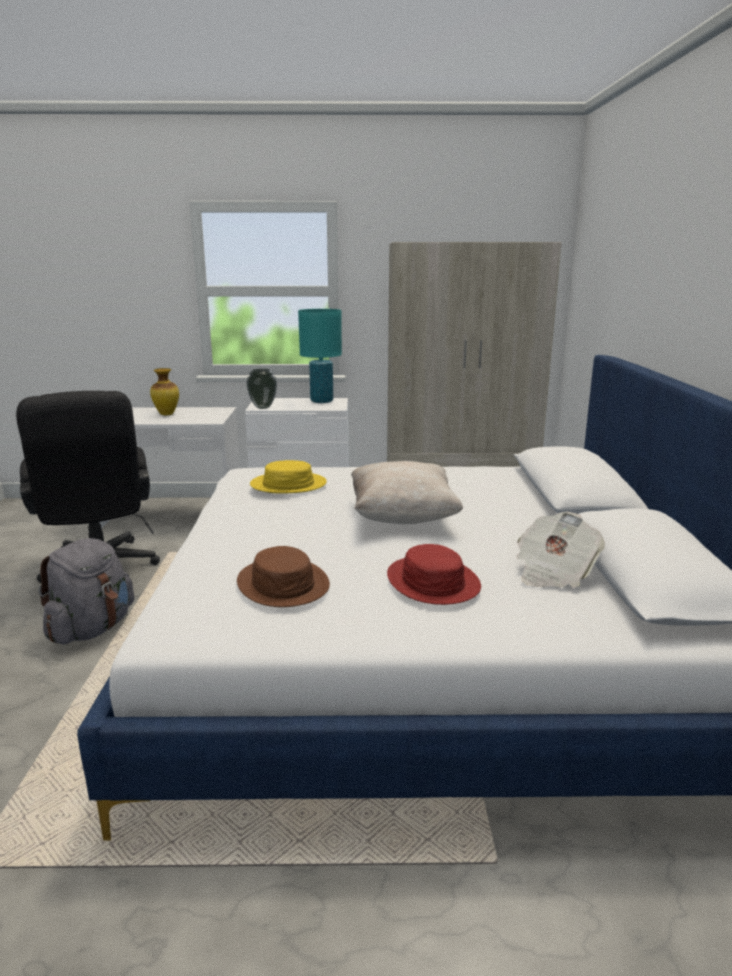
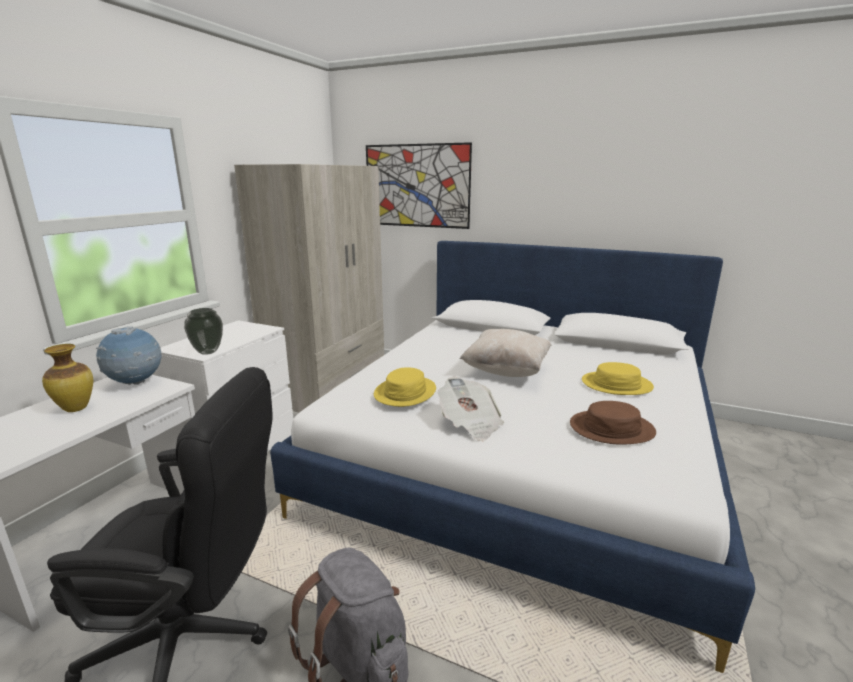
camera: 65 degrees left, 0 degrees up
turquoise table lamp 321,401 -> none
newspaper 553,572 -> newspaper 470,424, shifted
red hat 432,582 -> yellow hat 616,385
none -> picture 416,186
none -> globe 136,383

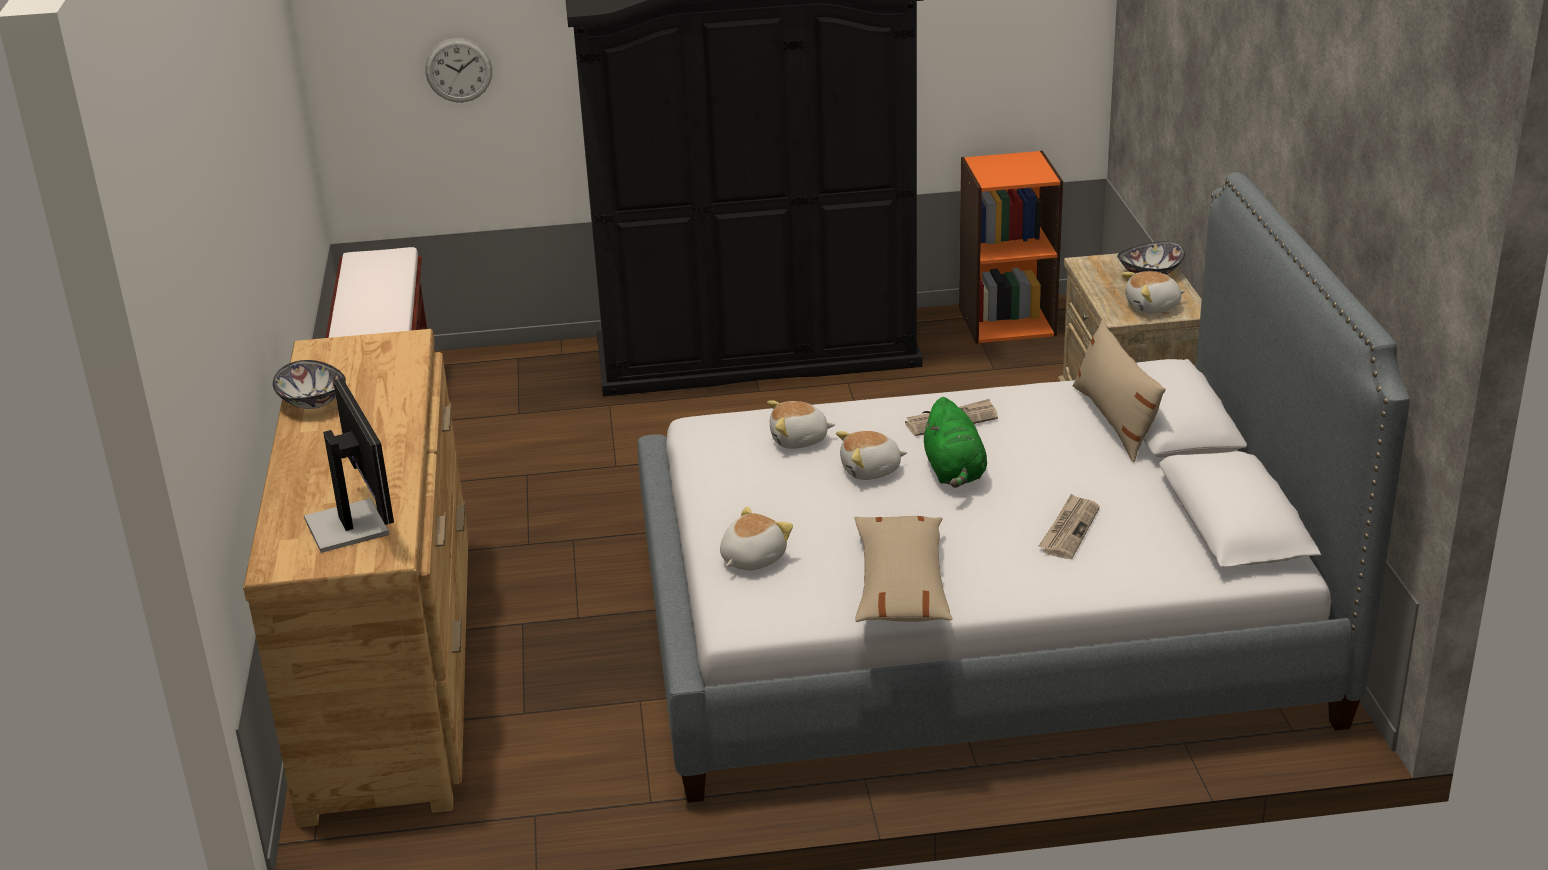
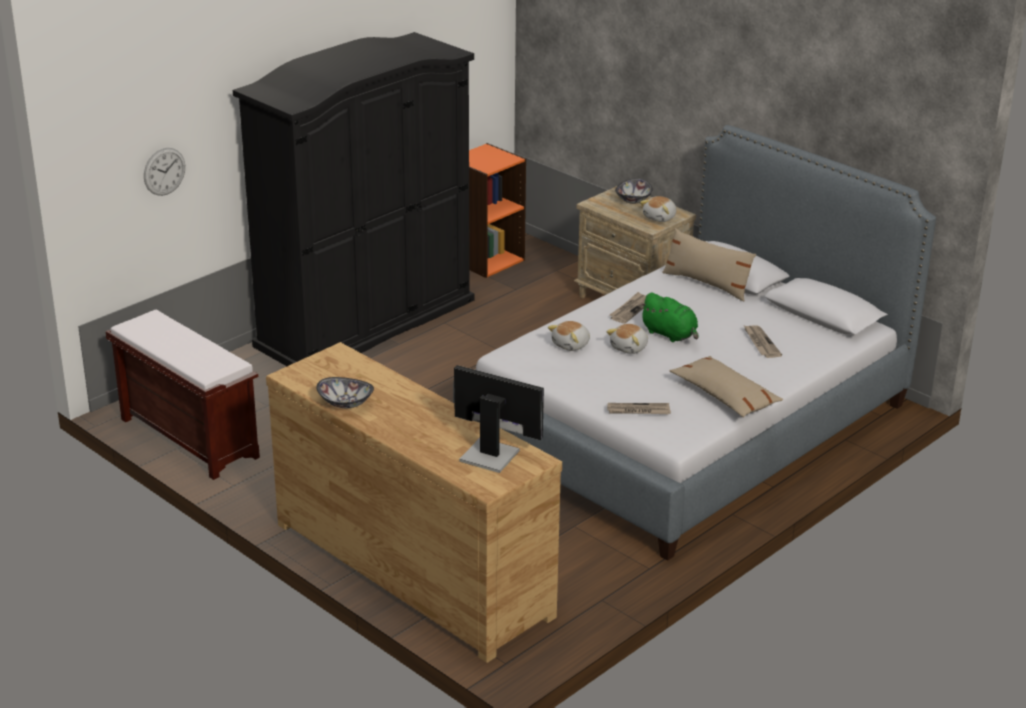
camera: 40 degrees left, 0 degrees up
plush toy 751,559 -> newspaper 638,411

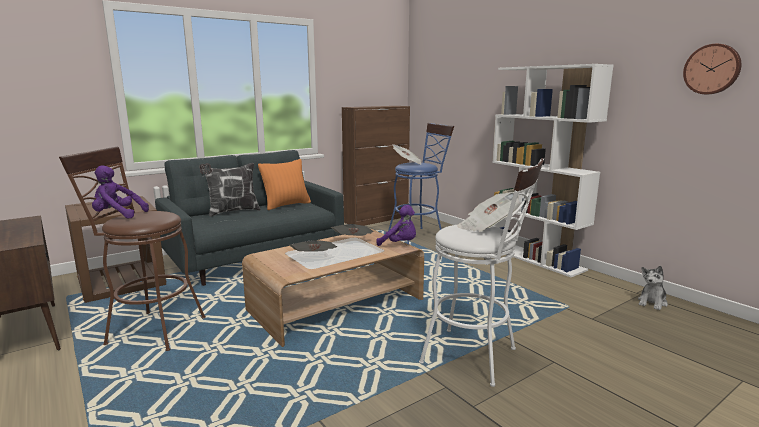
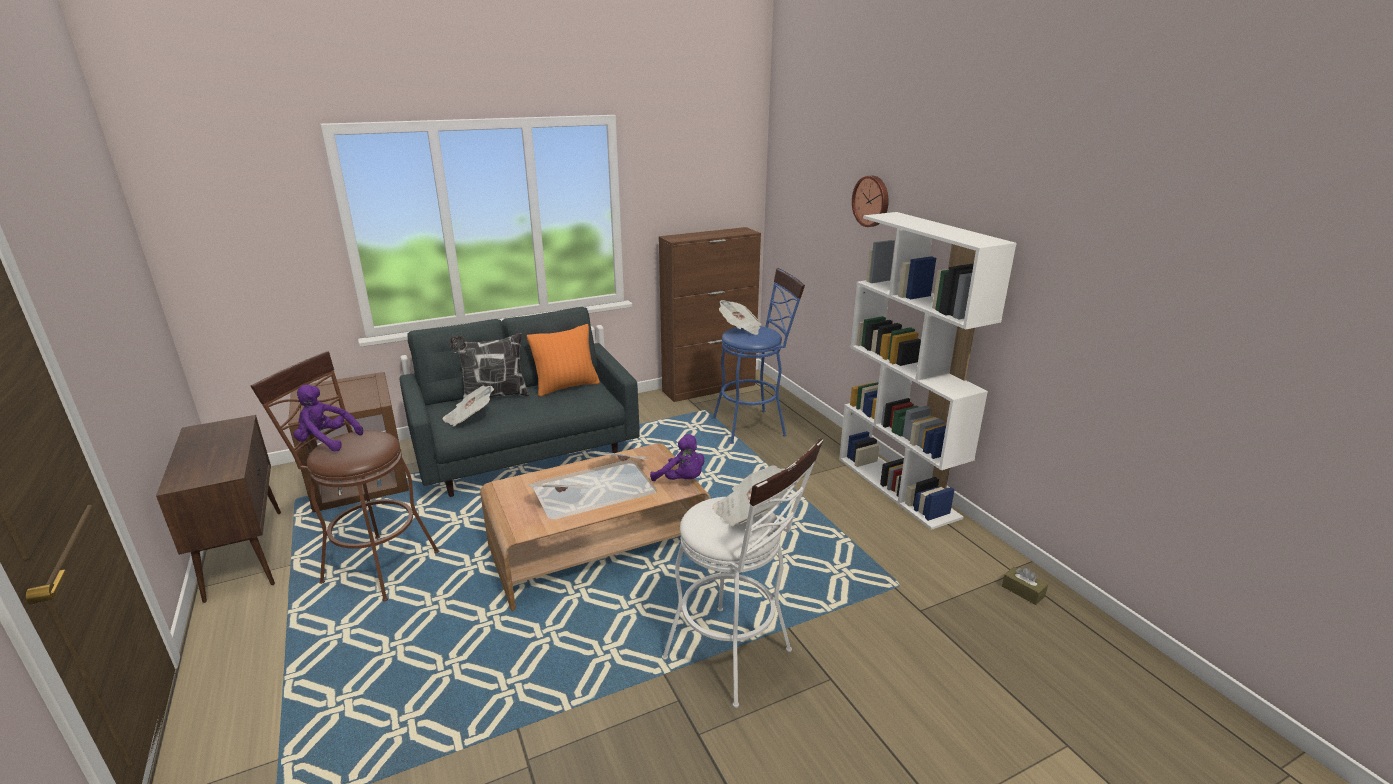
camera: 10 degrees right, 10 degrees up
wall clock 712,69 -> wall clock 872,201, shifted
plush toy 652,303 -> brown tissue box 1023,591
none -> newspaper 469,418

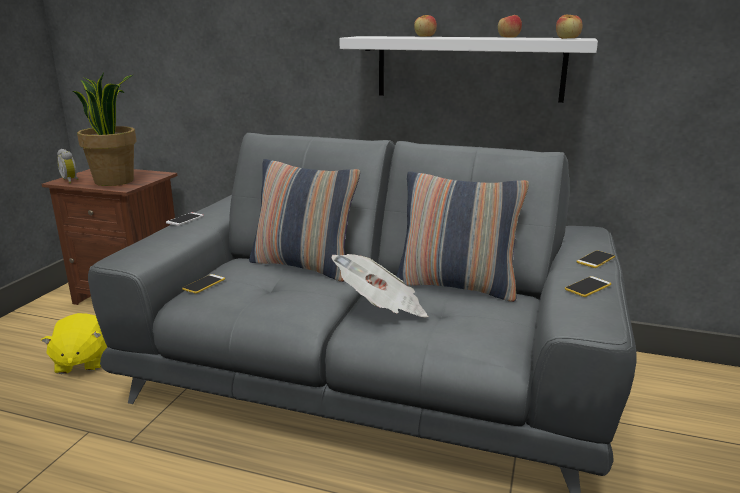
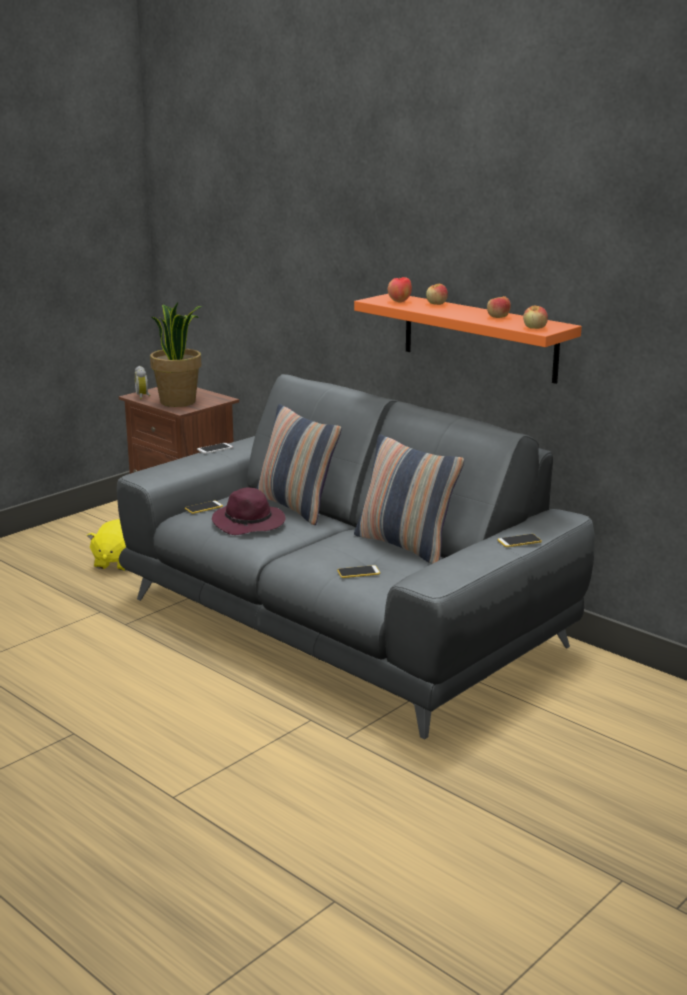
camera: 25 degrees right, 0 degrees up
white shelf 469,68 -> orange shelf 479,337
newspaper 381,308 -> none
phone 587,287 -> phone 358,572, shifted
none -> apple 399,301
none -> purple hat 249,523

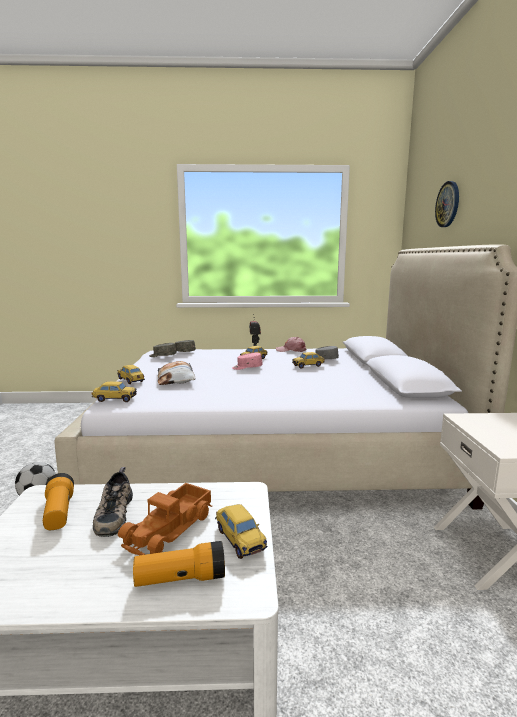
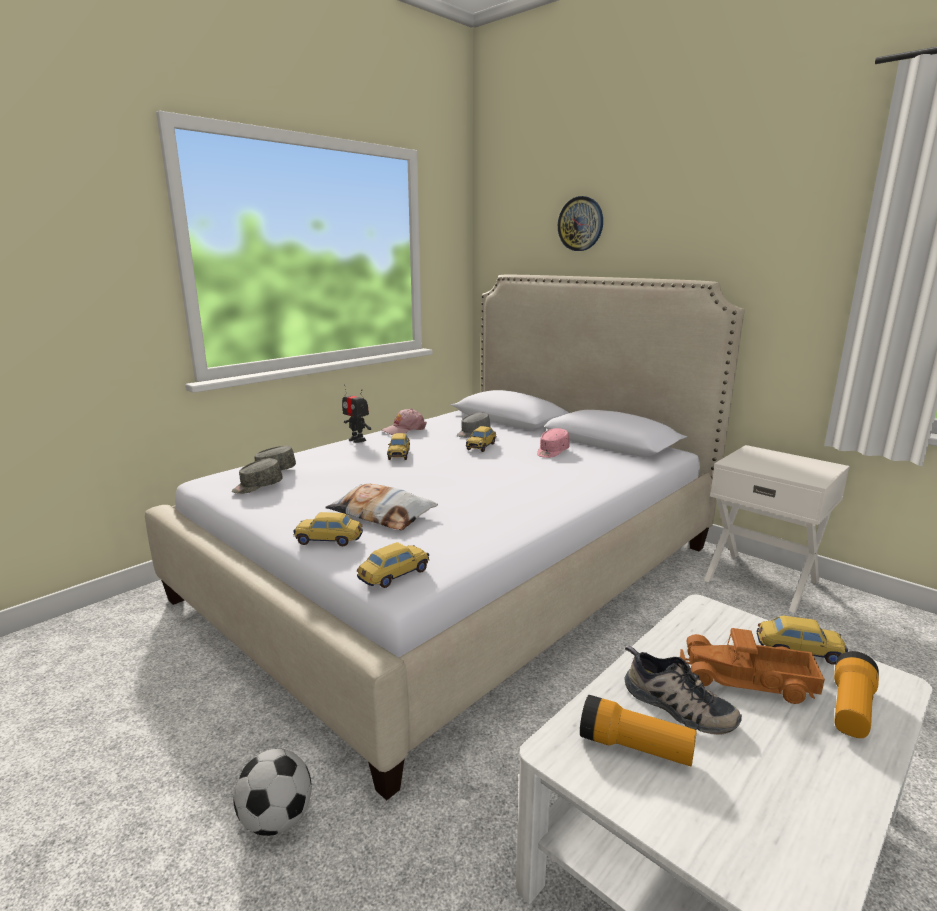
camera: 45 degrees left, 5 degrees up
pink cap 247,367 -> pink cap 552,452, shifted
toy truck 171,529 -> toy truck 747,680, 120 degrees clockwise

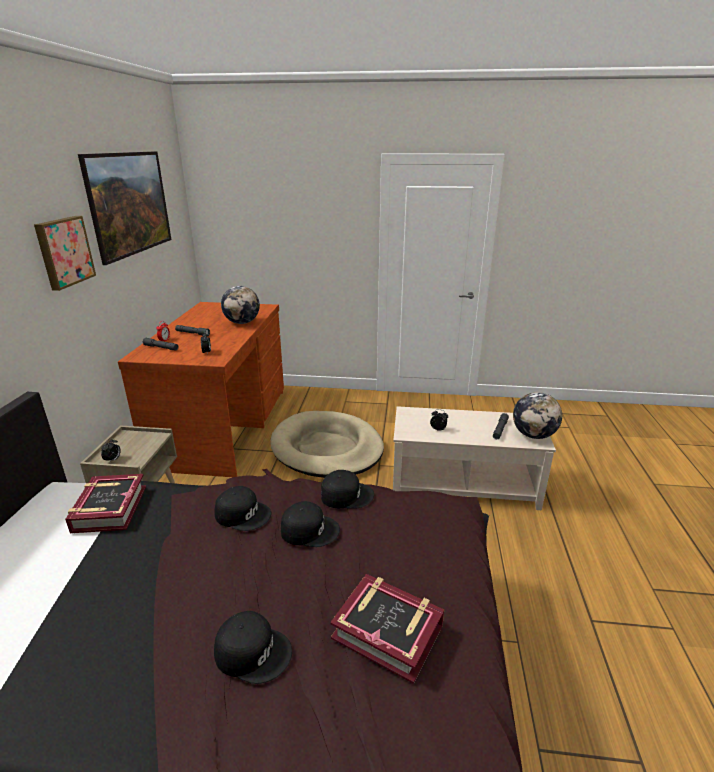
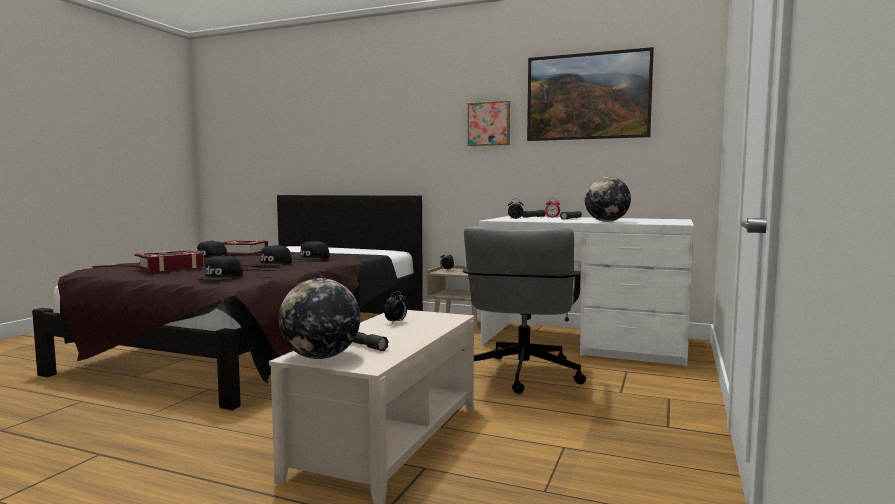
camera: 105 degrees right, 20 degrees down
brown desk 224,426 -> white desk 585,342
beige dog bed 327,448 -> grey office chair 522,378
black cap 346,494 -> black cap 221,277, shifted
book 109,509 -> book 242,252, shifted

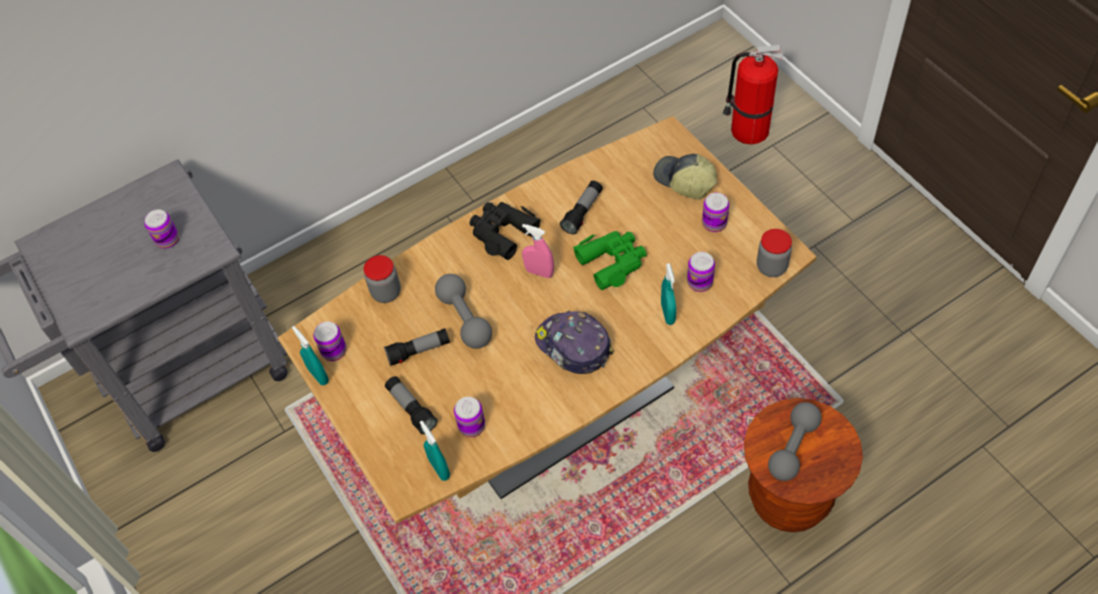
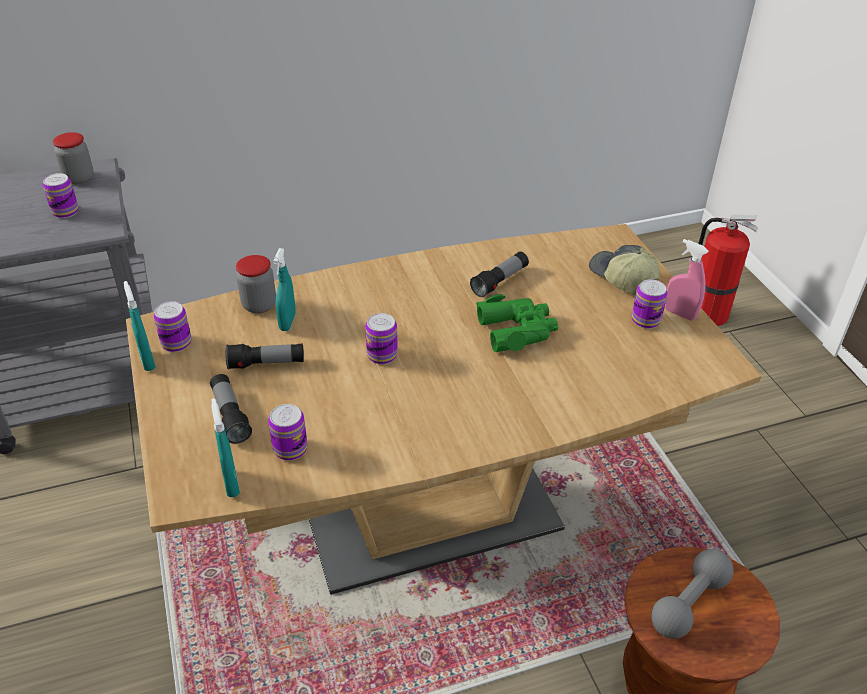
camera: 10 degrees right, 15 degrees down
black binoculars 502,232 -> none
pink spray bottle 539,272 -> pink spray bottle 680,314, shifted
jar 771,267 -> jar 79,178, shifted
can 700,282 -> can 382,355, shifted
turquoise spray bottle 668,313 -> turquoise spray bottle 287,322, shifted
grey dumbbell 465,319 -> none
cap 573,346 -> none

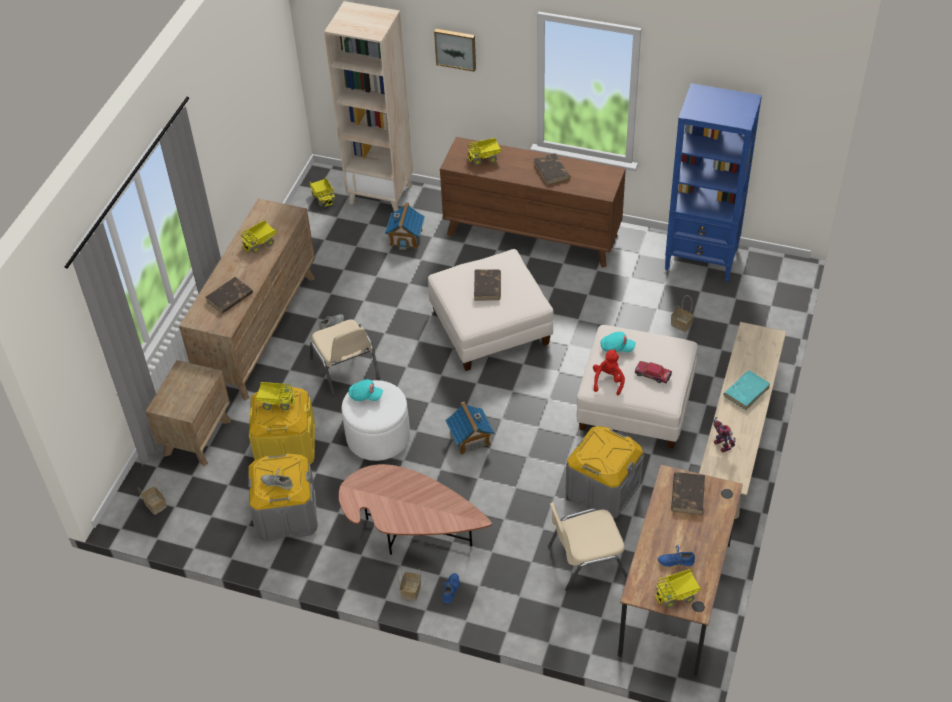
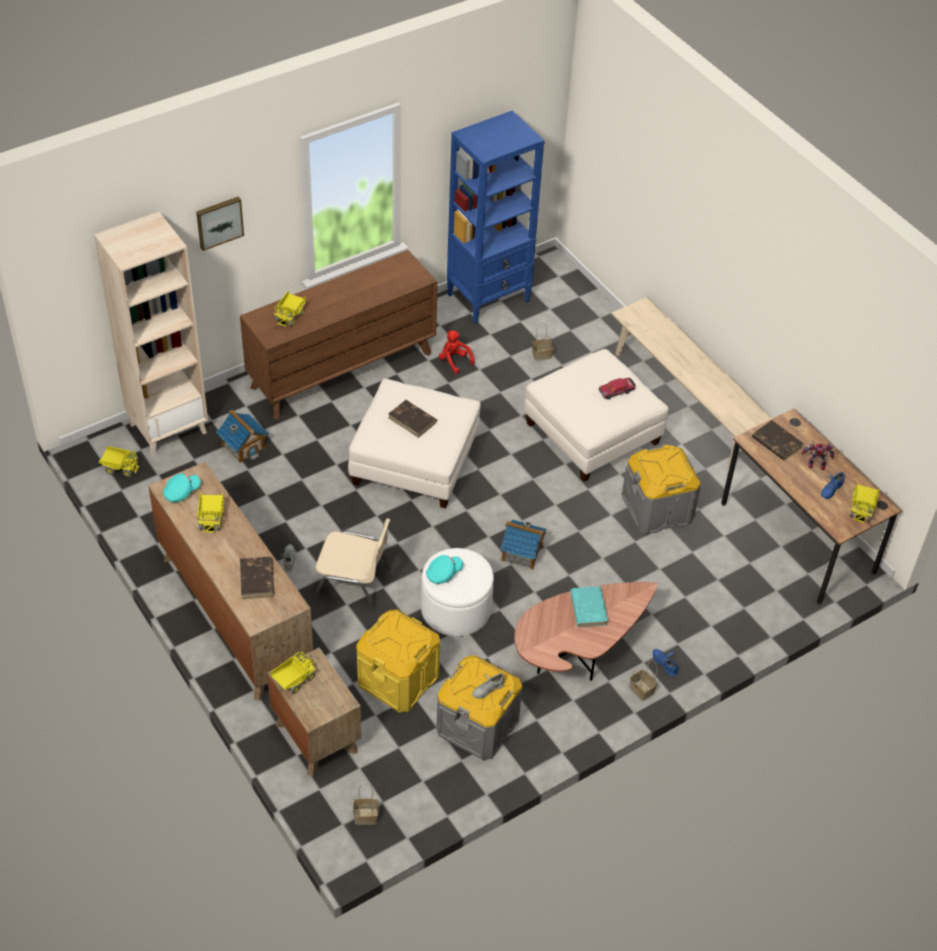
camera: 55 degrees left, 0 degrees up
brown book 552,171 -> none
turquoise cap 617,348 -> turquoise cap 182,492, shifted
red plush toy 608,381 -> red plush toy 454,361, shifted
turquoise book 746,391 -> turquoise book 588,608, shifted
toy truck 276,401 -> toy truck 294,680, shifted
toy robot 720,444 -> toy robot 814,466, shifted
beige chair 585,560 -> none

